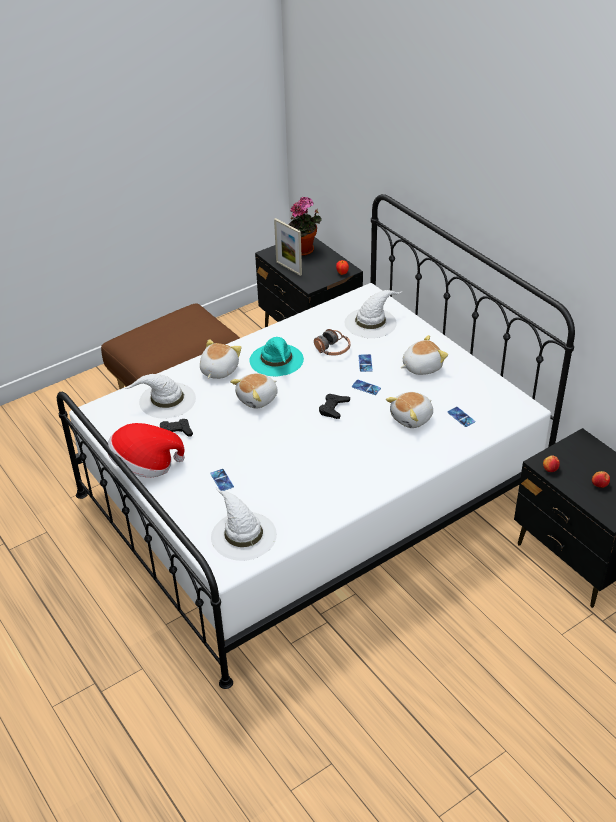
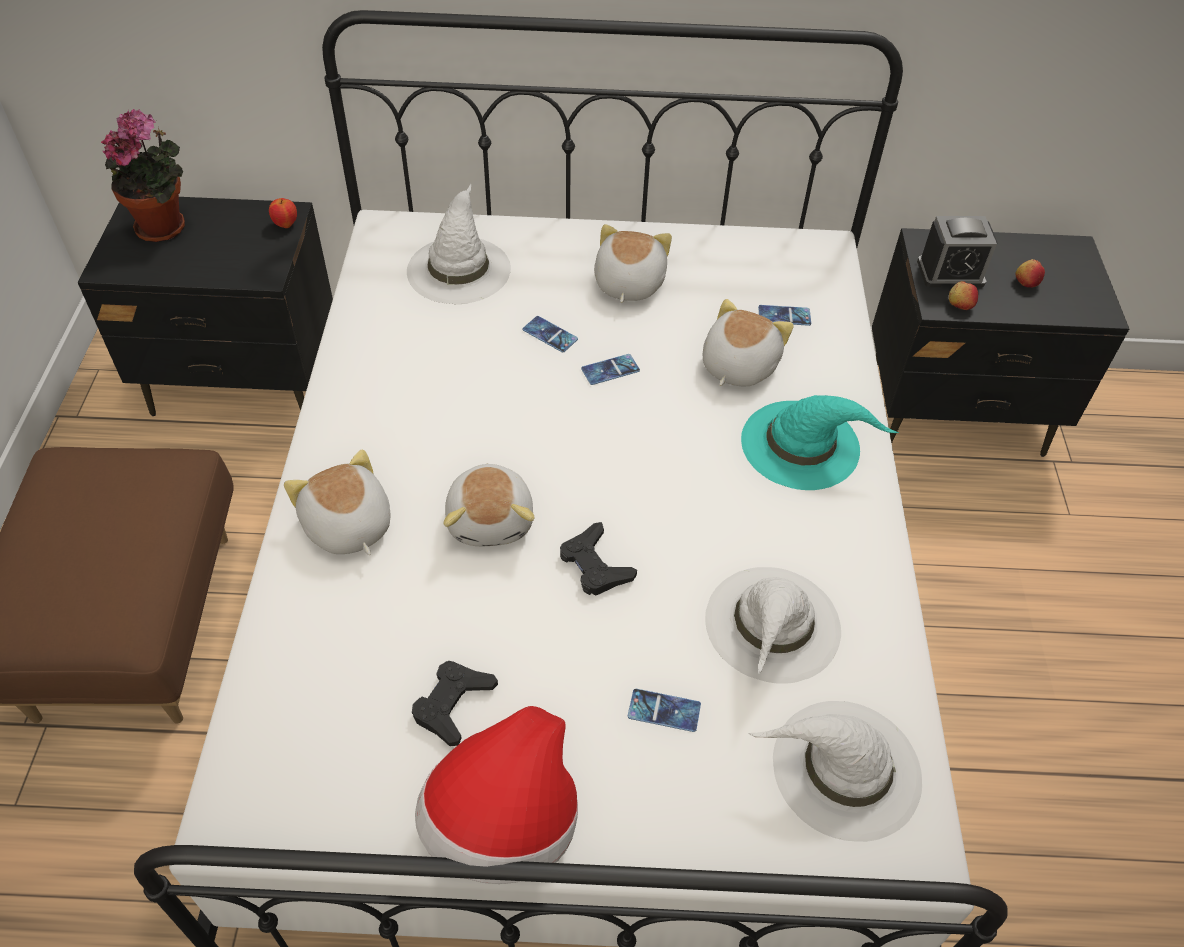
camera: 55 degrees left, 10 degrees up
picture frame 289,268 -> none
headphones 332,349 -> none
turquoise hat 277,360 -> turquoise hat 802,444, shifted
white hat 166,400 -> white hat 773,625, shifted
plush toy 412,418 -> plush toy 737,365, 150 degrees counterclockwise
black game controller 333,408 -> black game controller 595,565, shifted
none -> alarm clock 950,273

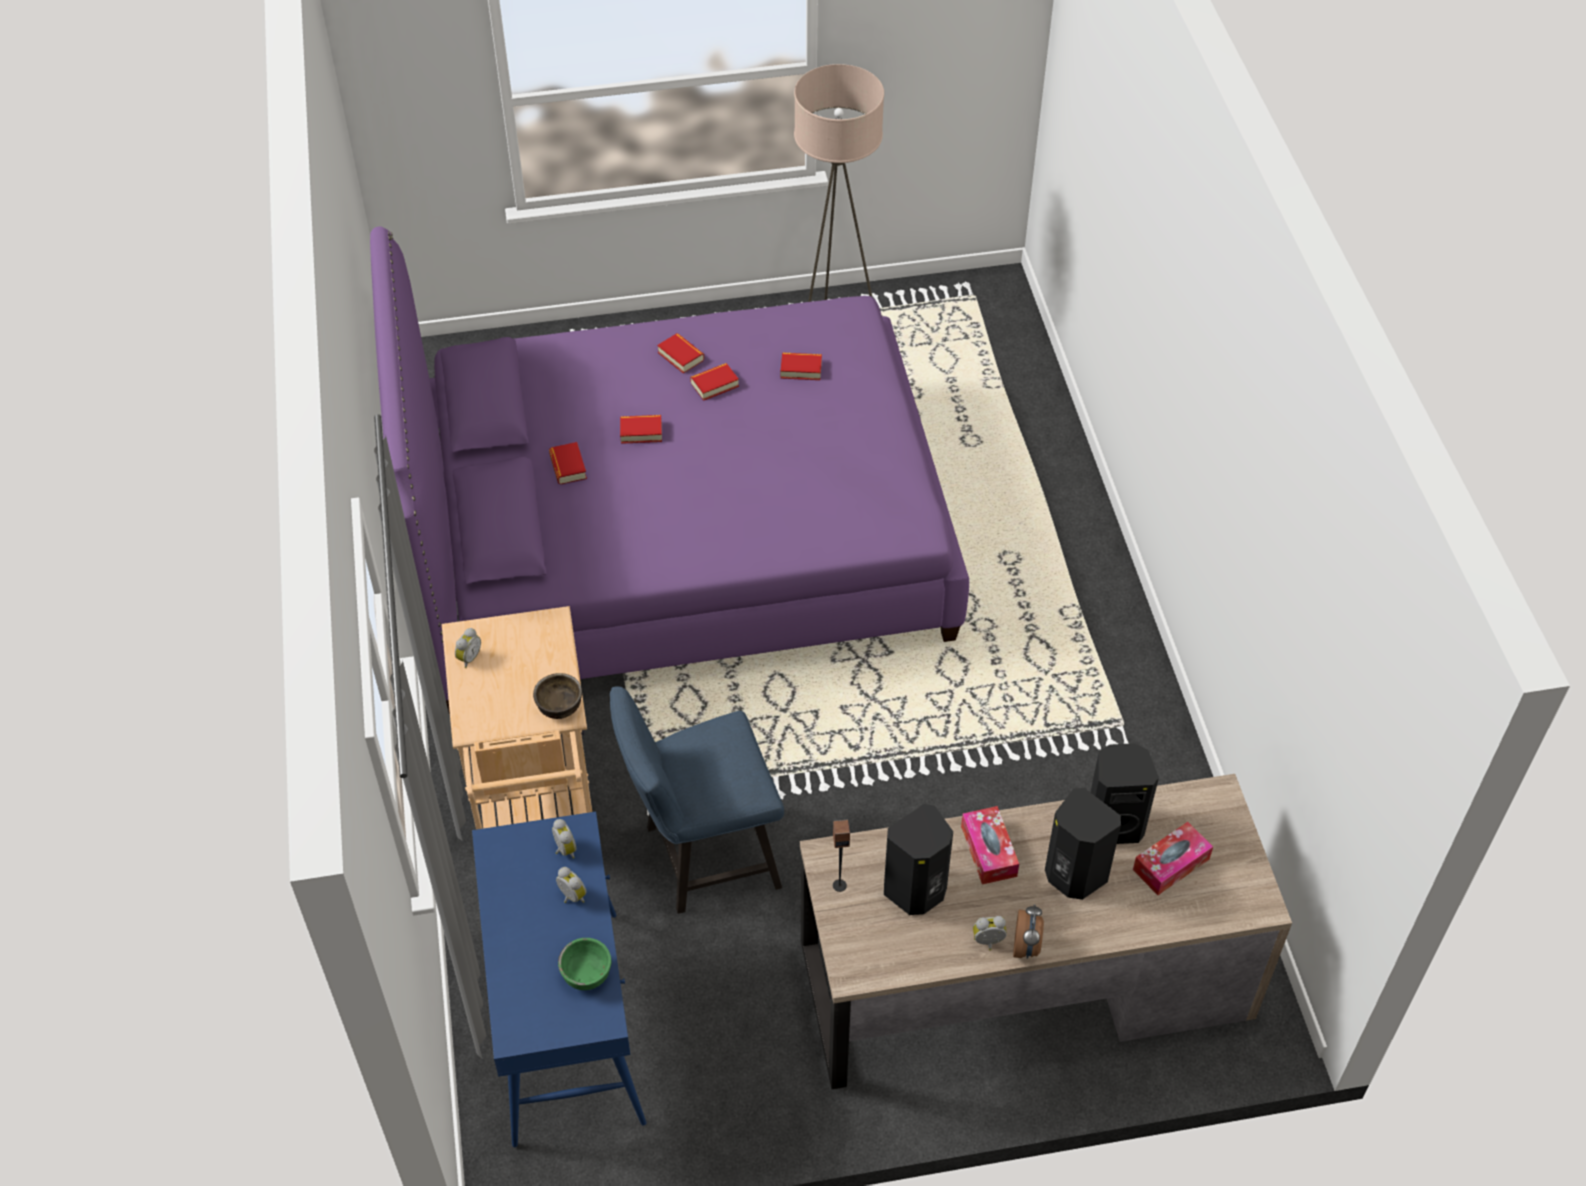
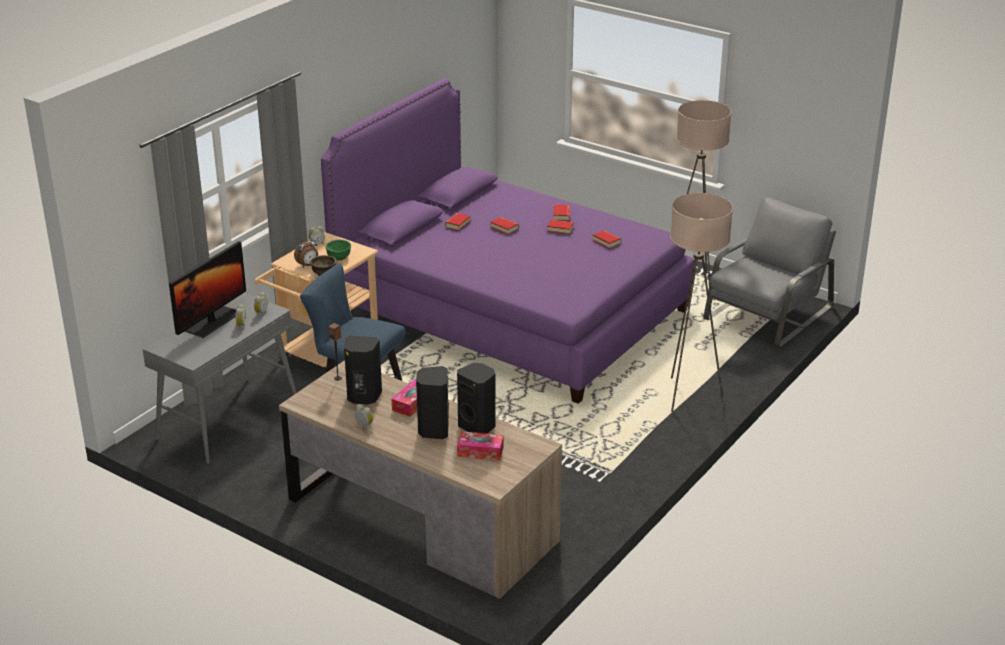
camera: 45 degrees right, 20 degrees down
blue console table 565,1025 -> grey console table 228,419
alarm clock 1026,946 -> alarm clock 308,265, shifted
green bowl 586,974 -> green bowl 339,257, shifted
none -> beige floor lamp 688,395
none -> grey armchair 767,314
none -> monitor 212,321

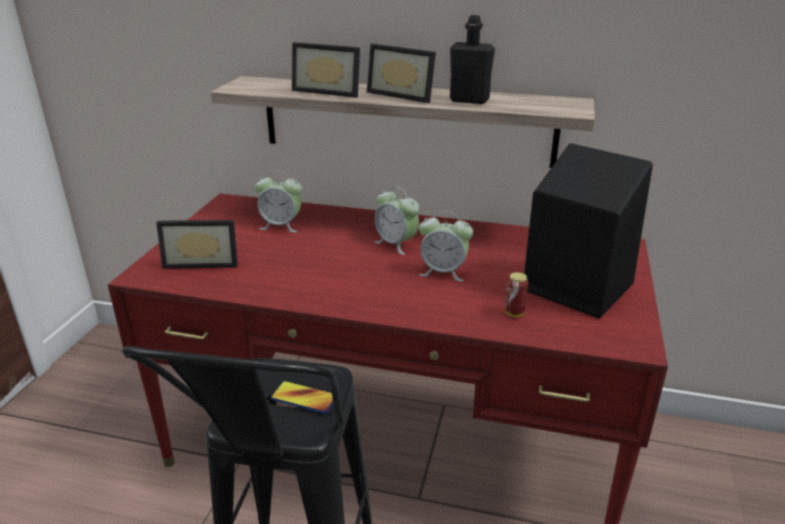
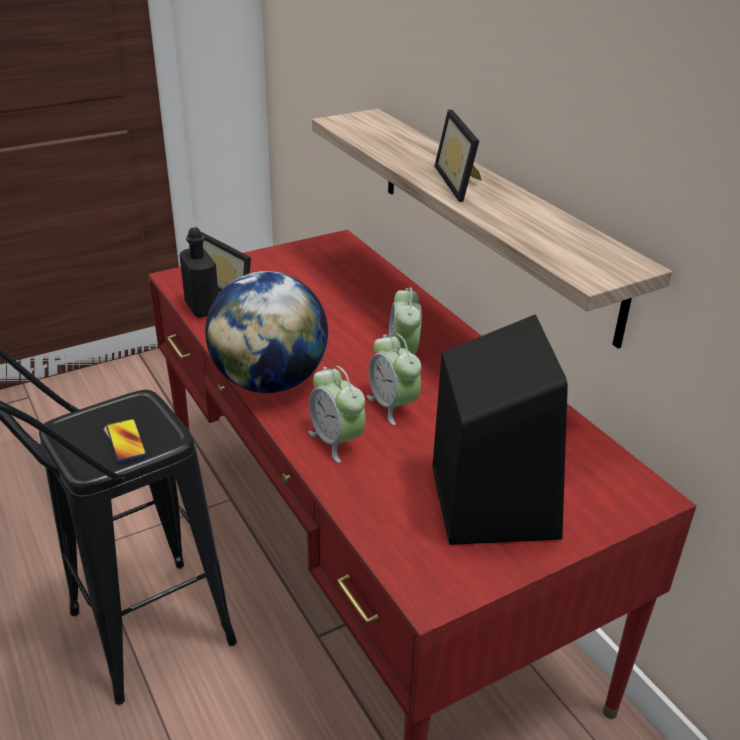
camera: 45 degrees right, 5 degrees up
black bottle 469,100 -> black bottle 202,308, shifted
picture frame 329,91 -> none
alarm clock 281,226 -> alarm clock 336,441, shifted
can 514,313 -> none
none -> globe 270,382

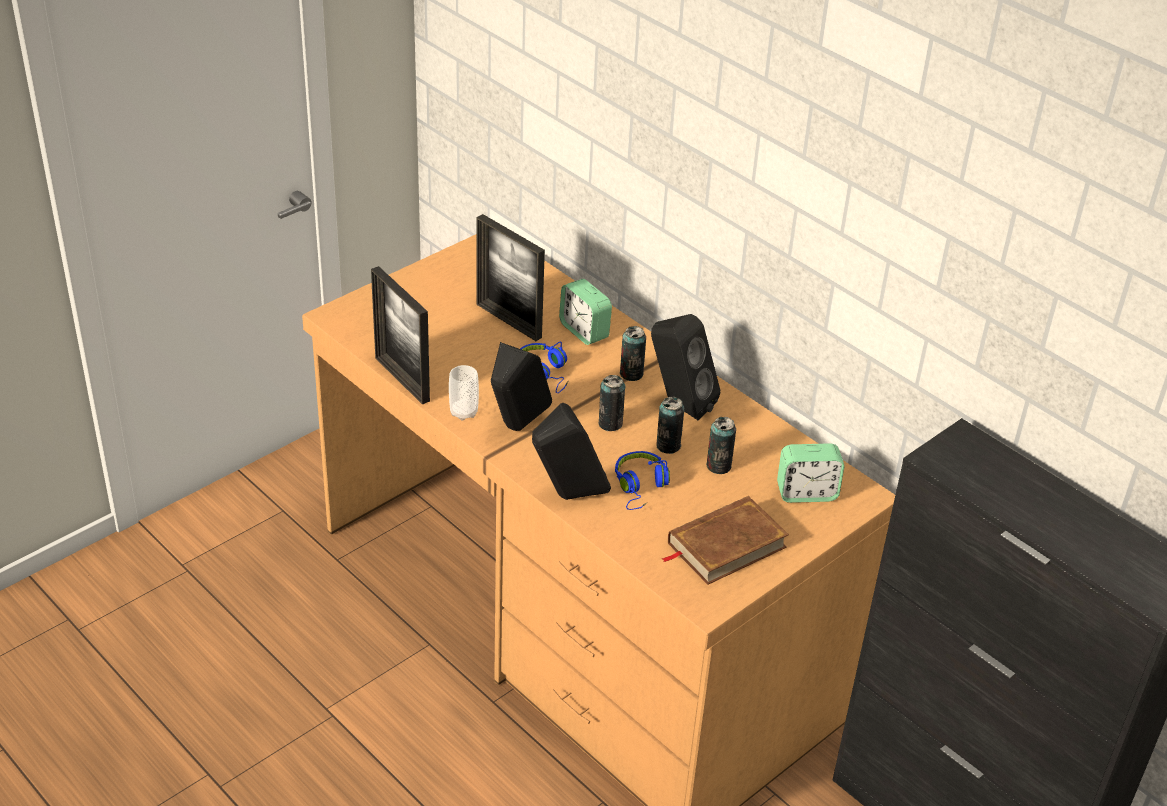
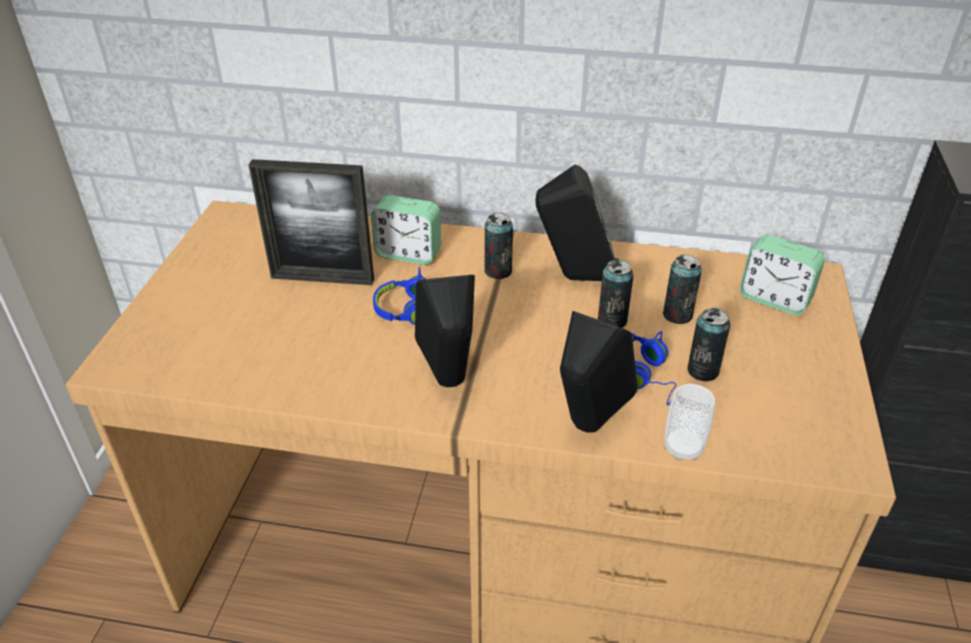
camera: 35 degrees left, 0 degrees up
picture frame 402,379 -> none
cup 463,412 -> cup 683,448, shifted
can 610,423 -> can 703,371, shifted
alarm clock 806,493 -> alarm clock 774,299, 75 degrees clockwise
brown book 725,545 -> none

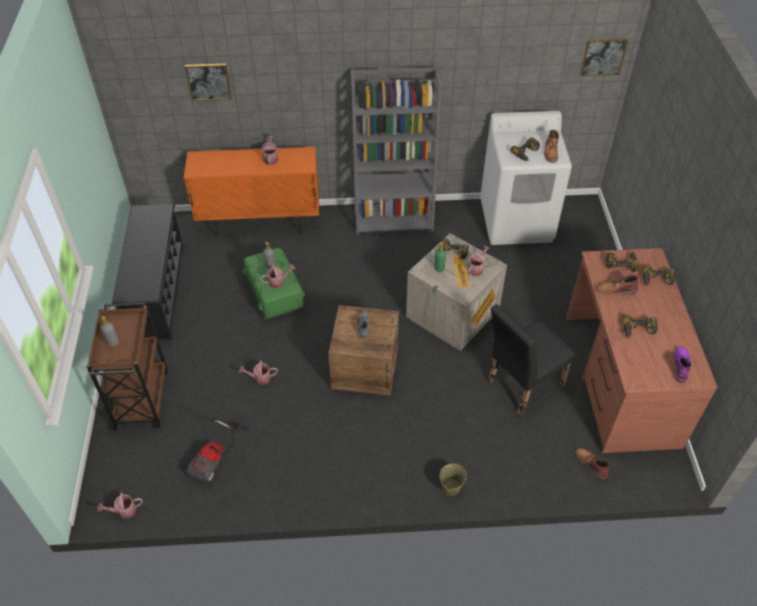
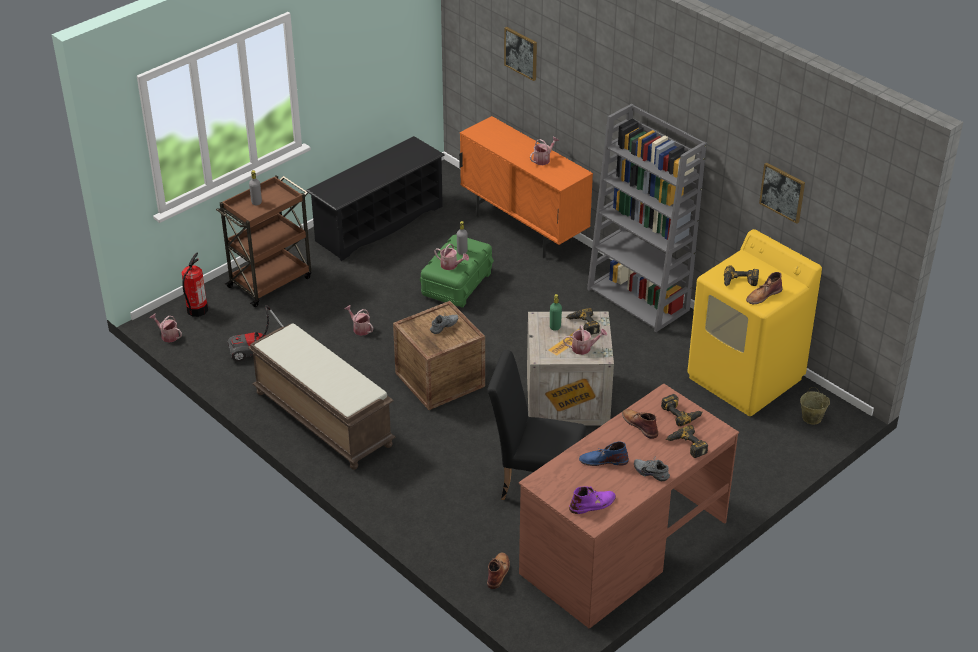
camera: 50 degrees right, 10 degrees down
picture 603,56 -> picture 782,192, shifted
white washing machine 517,221 -> yellow washing machine 745,378
power drill 638,331 -> blue boot 603,460
beige bucket 451,487 -> beige bucket 811,418, shifted
none -> fire extinguisher 197,310
none -> brown bench 321,419
none -> grey shoe 652,472

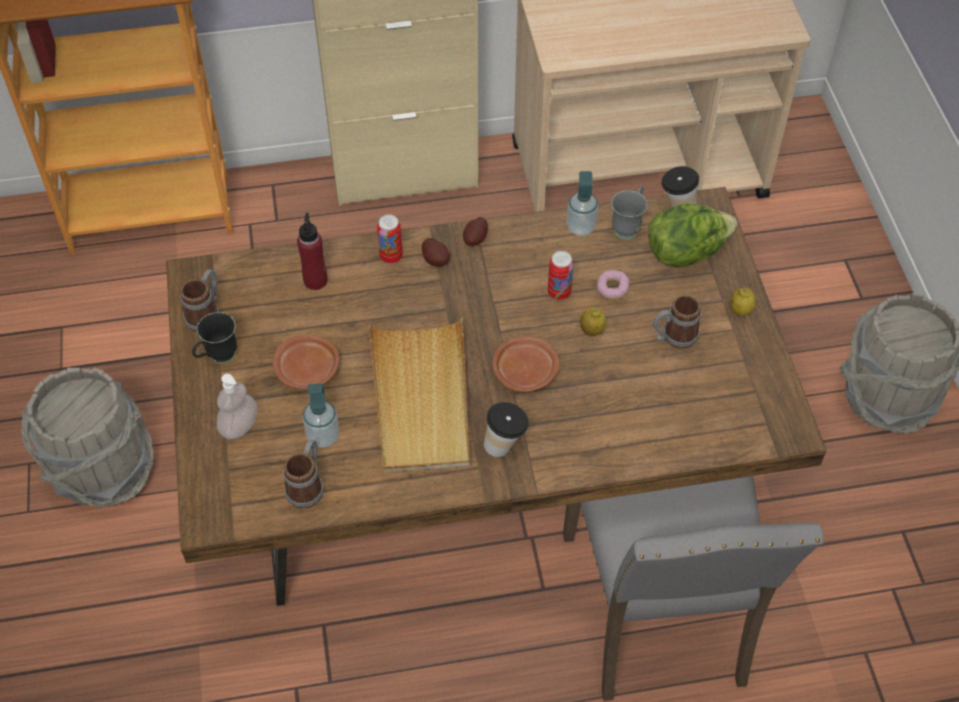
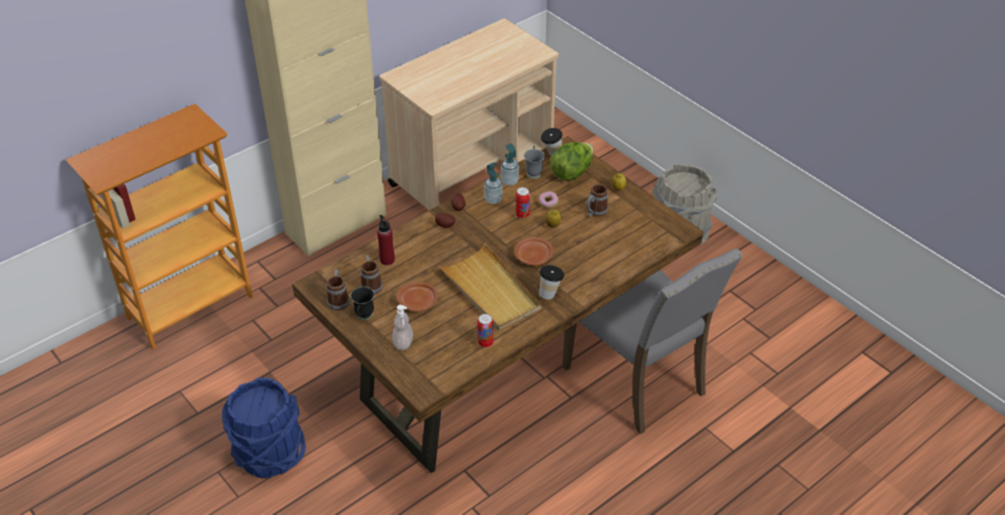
camera: 30 degrees left, 10 degrees down
can 391,257 -> can 485,343, shifted
grey bucket 102,471 -> blue bucket 269,455
soap dispenser 323,436 -> soap dispenser 493,200, shifted
mug 307,485 -> mug 371,284, shifted

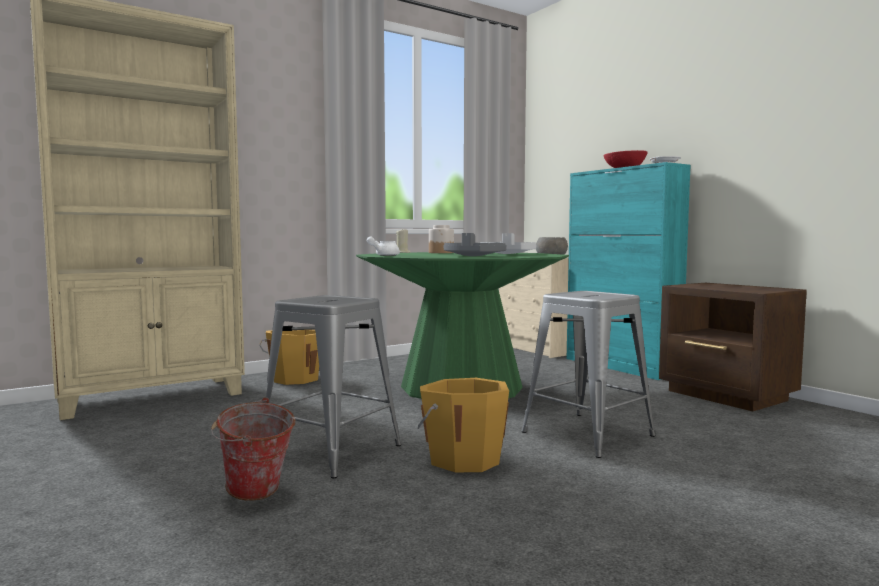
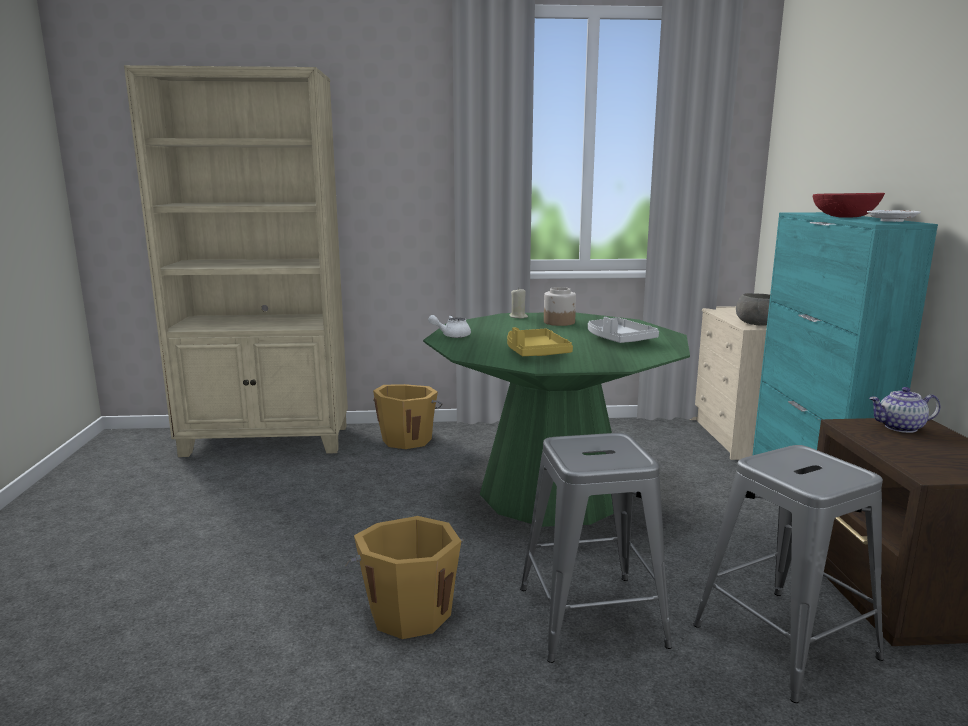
camera: 30 degrees right, 10 degrees up
grey tray 472,256 -> yellow tray 535,353
grey stool 330,451 -> grey stool 785,642, shifted
bucket 255,495 -> none
none -> teapot 900,427

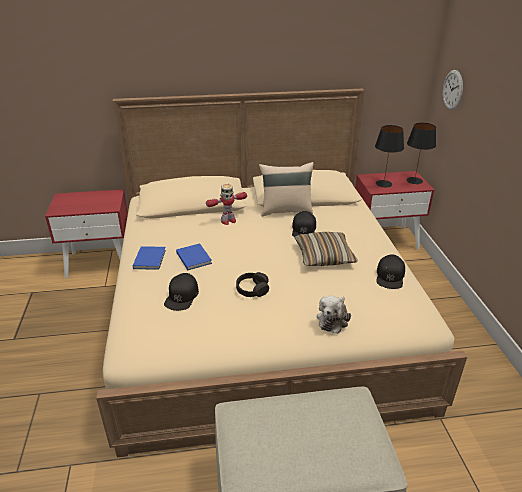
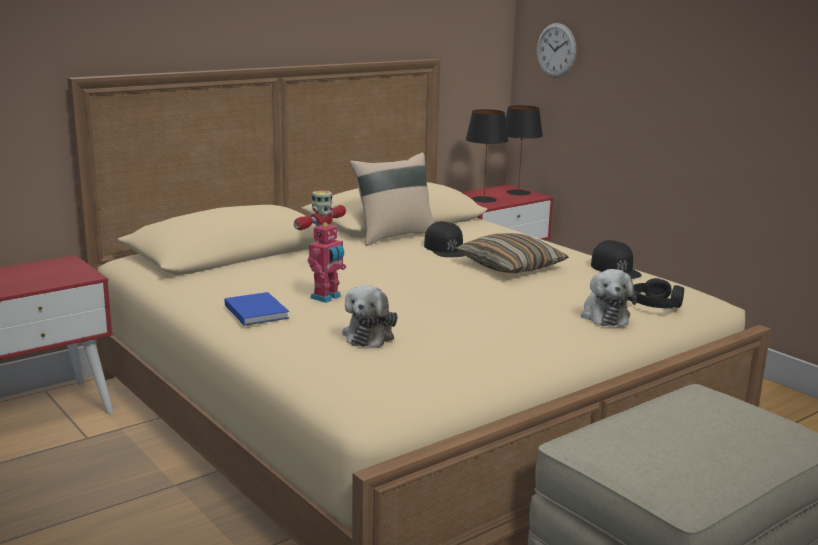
camera: 30 degrees left, 15 degrees down
blue book 194,257 -> toy robot 327,297
black headphones 252,289 -> black headphones 656,304, shifted
black cap 182,296 -> plush toy 370,335

